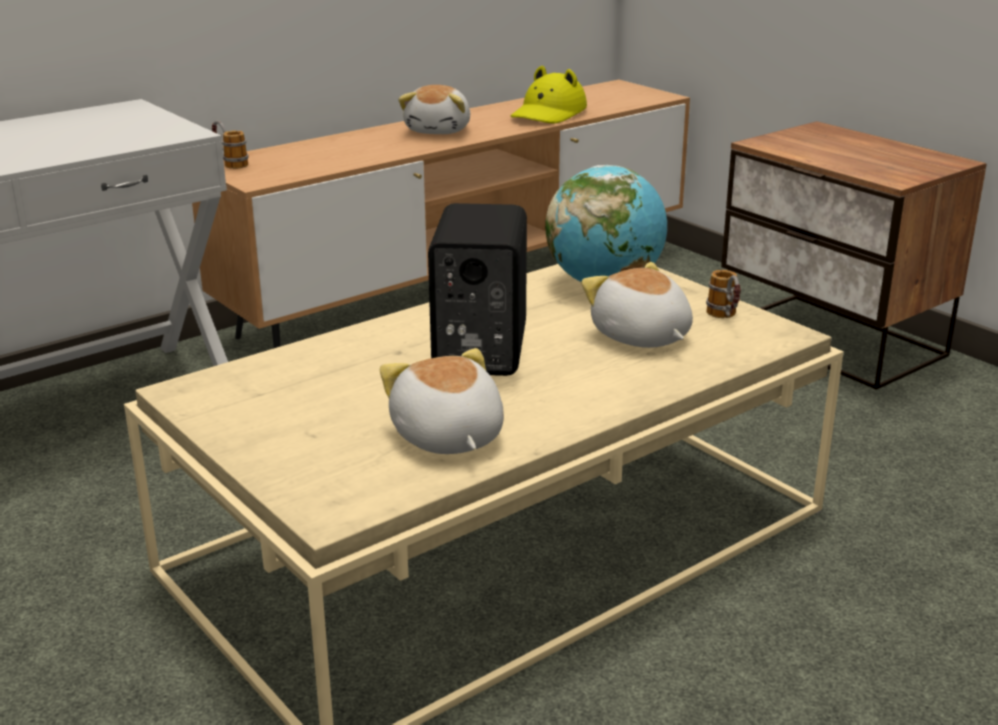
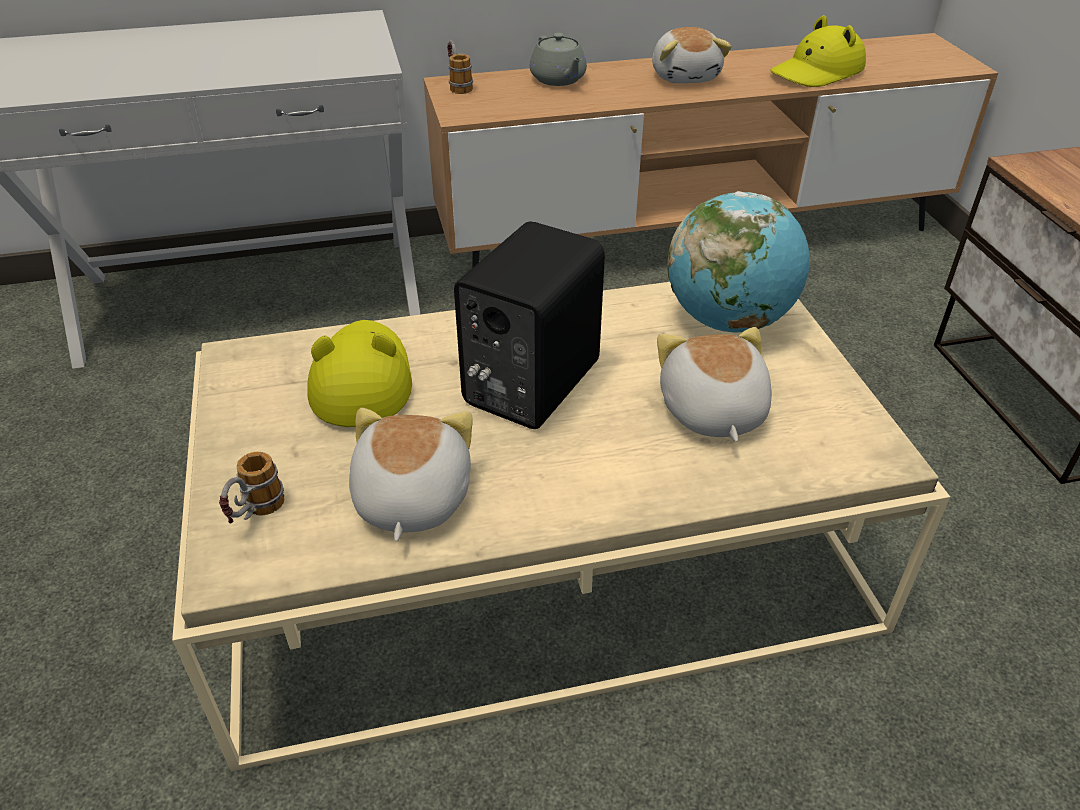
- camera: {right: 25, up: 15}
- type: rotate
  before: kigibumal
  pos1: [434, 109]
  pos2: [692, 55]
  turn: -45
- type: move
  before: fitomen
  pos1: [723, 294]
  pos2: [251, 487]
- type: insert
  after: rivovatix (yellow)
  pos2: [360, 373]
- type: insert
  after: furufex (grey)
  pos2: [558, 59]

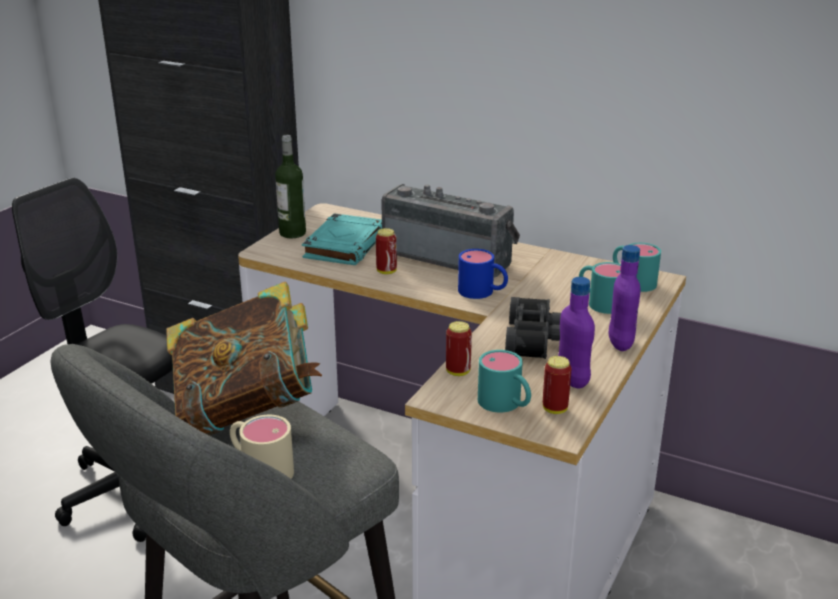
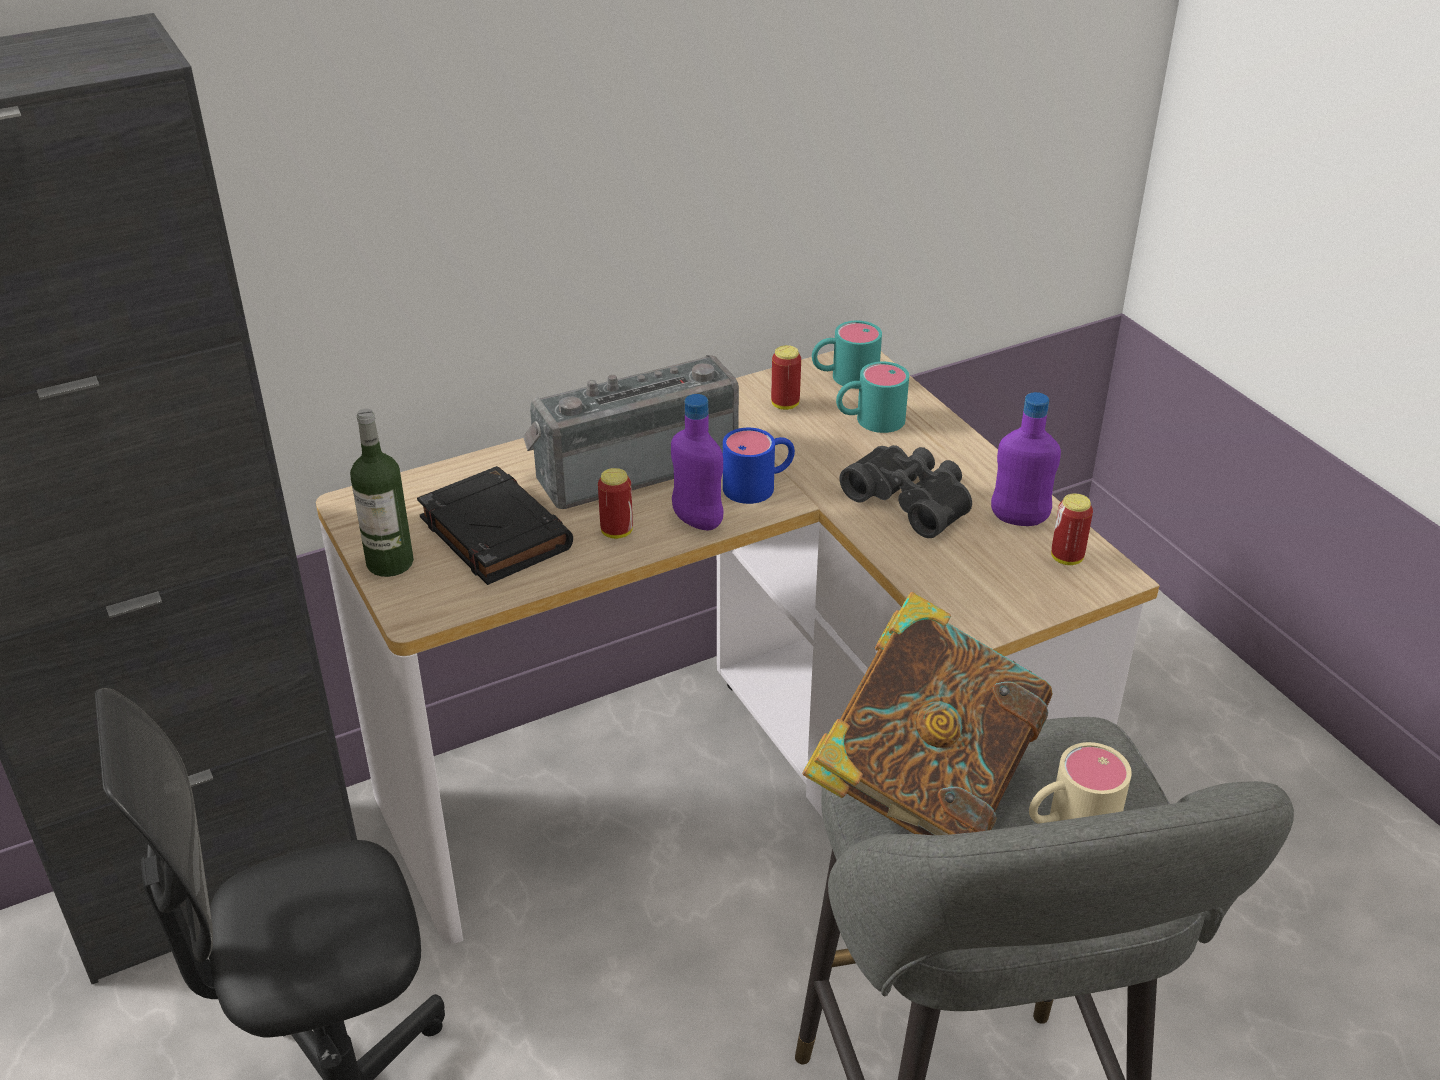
- camera: {right: -55, up: 10}
- type: recolor
  before: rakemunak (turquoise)
  after: rakemunak (black)
  pos1: [342, 239]
  pos2: [495, 525]
- type: move
  before: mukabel
  pos1: [459, 348]
  pos2: [786, 377]
- type: delete
  before: fitomen (turquoise)
  pos1: [504, 381]
- type: move
  before: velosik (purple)
  pos1: [625, 298]
  pos2: [697, 462]

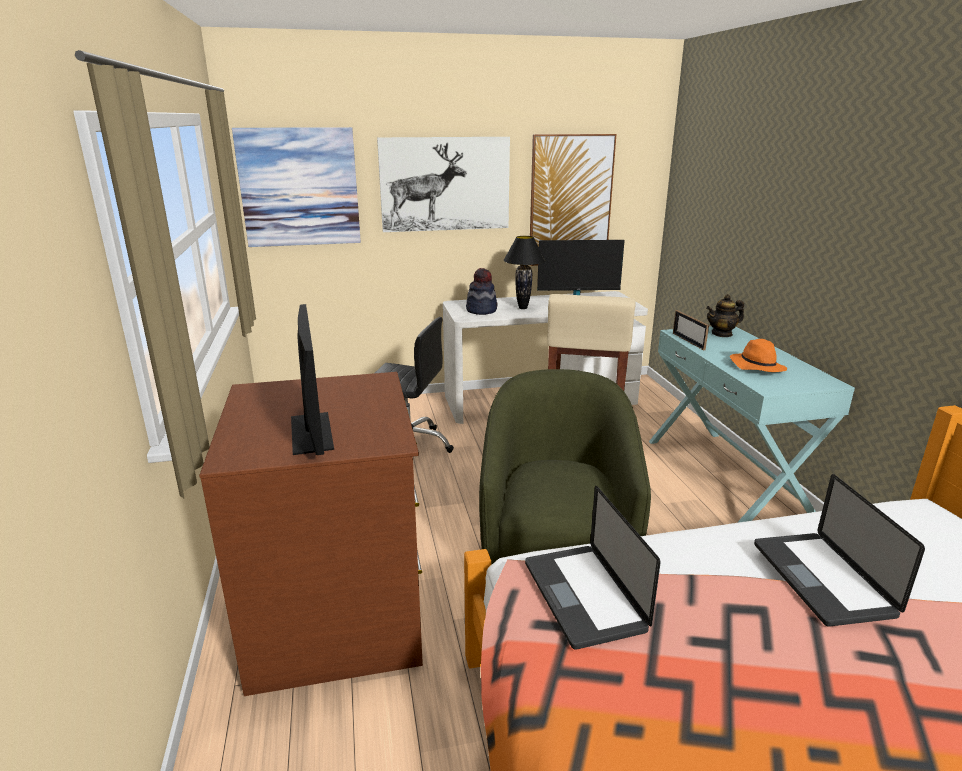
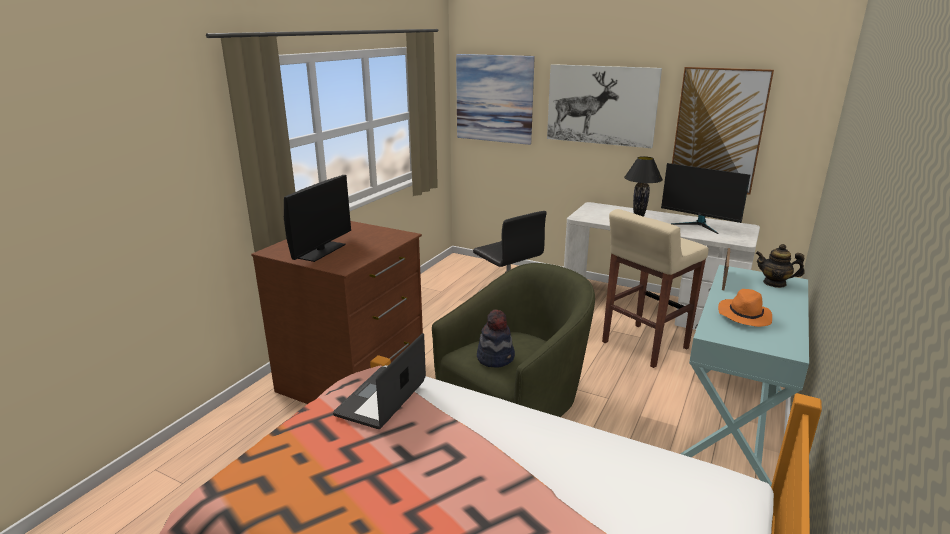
- camera: {right: 40, up: 0}
- type: move
  before: rivovatix
  pos1: [481, 291]
  pos2: [496, 339]
- type: delete
  before: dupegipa
  pos1: [839, 550]

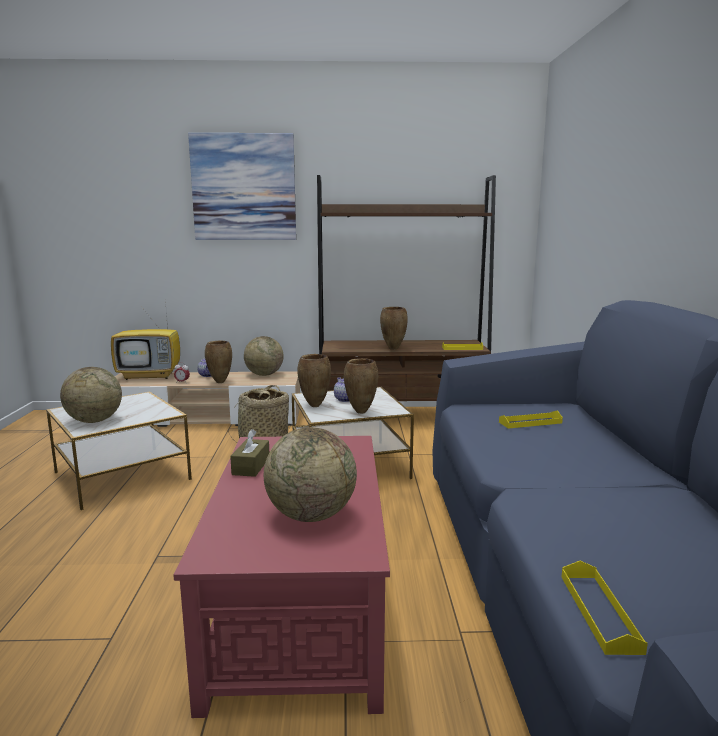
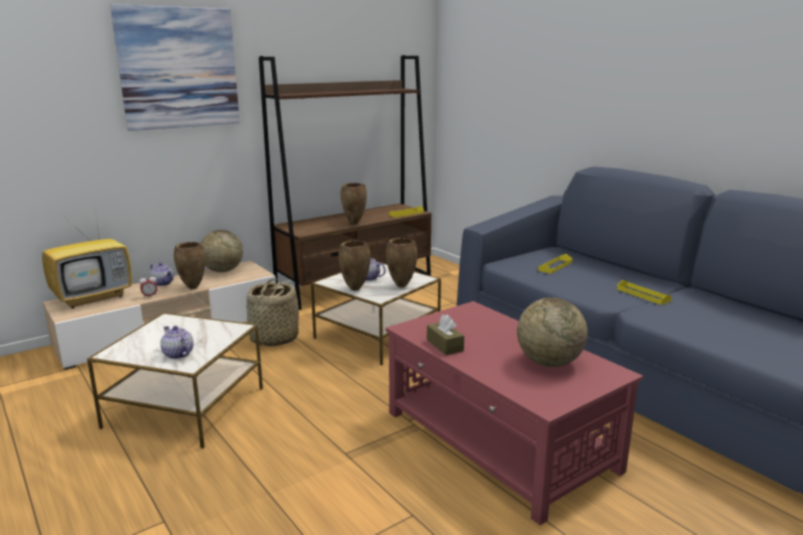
- camera: {right: -35, up: 5}
- type: replace
  before: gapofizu
  after: furufex
  pos1: [91, 395]
  pos2: [177, 342]
- type: move
  before: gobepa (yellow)
  pos1: [604, 608]
  pos2: [644, 292]

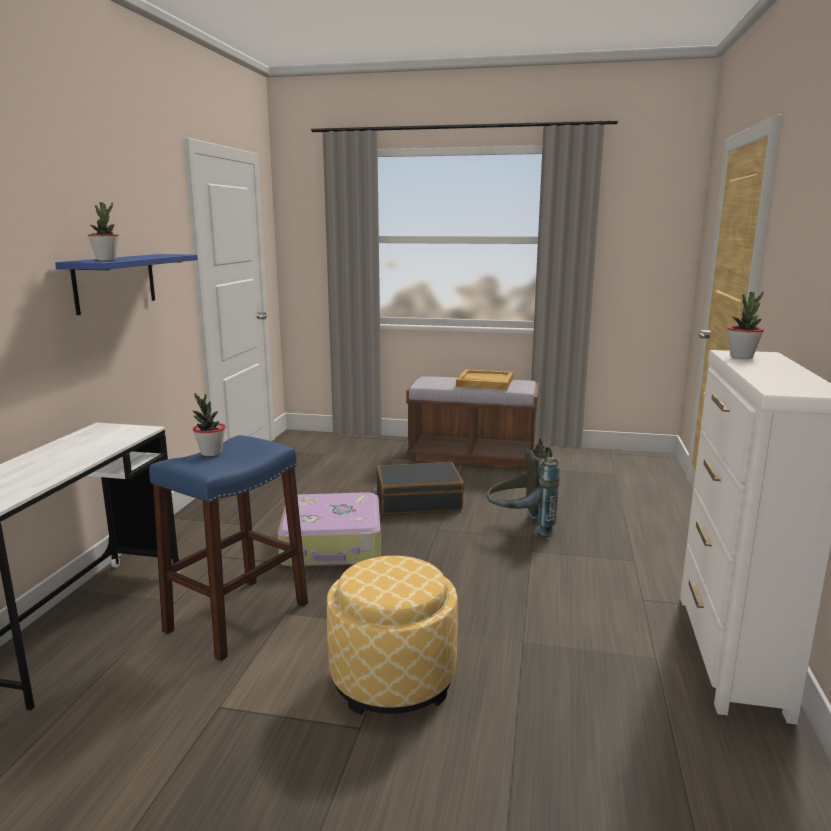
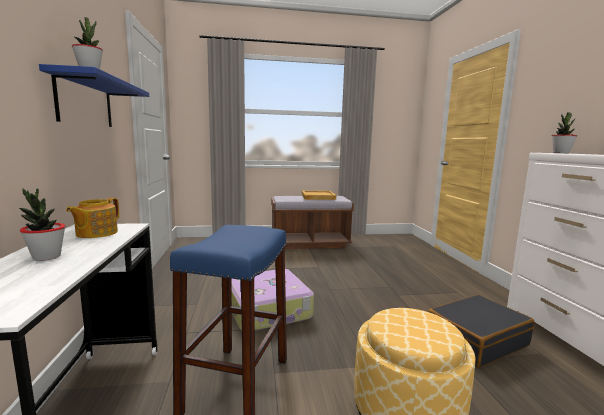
- camera: {right: -20, up: -5}
- type: move
  before: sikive
  pos1: [209, 424]
  pos2: [42, 224]
- type: move
  before: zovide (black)
  pos1: [420, 488]
  pos2: [481, 331]
- type: delete
  before: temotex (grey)
  pos1: [523, 487]
- type: insert
  after: furufex
  pos2: [92, 218]

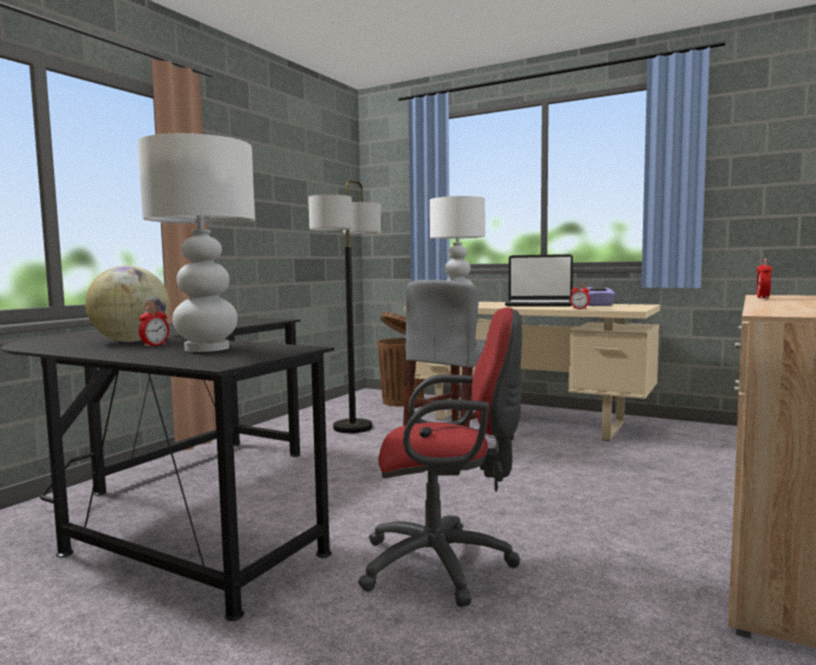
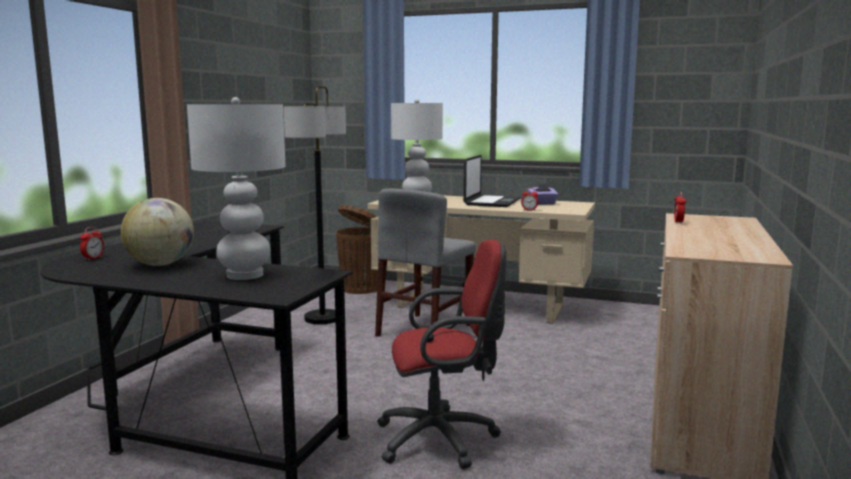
- camera: {right: -10, up: 5}
- type: move
  before: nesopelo
  pos1: [154, 326]
  pos2: [92, 244]
- type: rotate
  before: dupegipa
  pos1: [539, 280]
  pos2: [491, 181]
  turn: -75

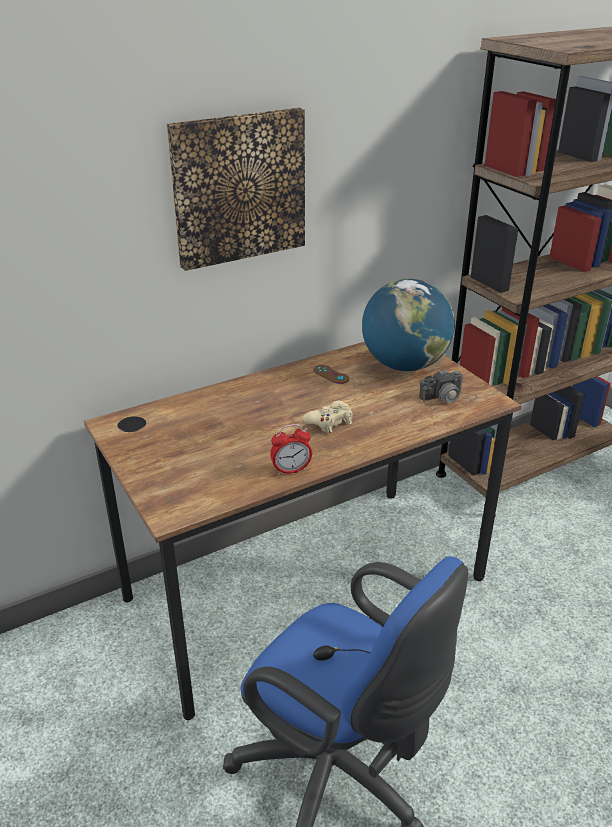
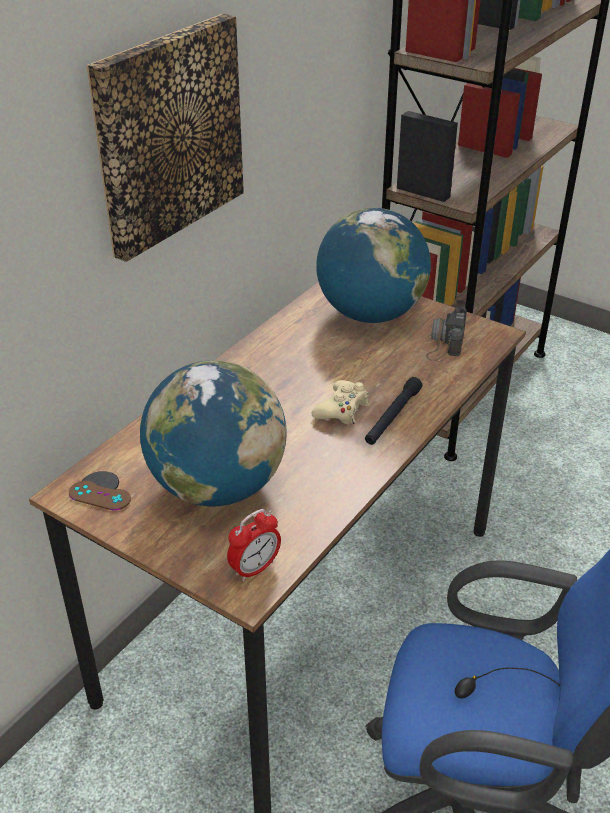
- camera: {right: -25, up: 5}
- type: move
  before: nesopelo
  pos1: [291, 449]
  pos2: [254, 545]
- type: move
  before: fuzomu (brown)
  pos1: [331, 374]
  pos2: [100, 496]
- type: rotate
  before: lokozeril
  pos1: [448, 387]
  pos2: [446, 334]
  turn: 150
- type: insert
  after: gapofizu
  pos2: [213, 433]
- type: insert
  after: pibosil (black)
  pos2: [393, 411]

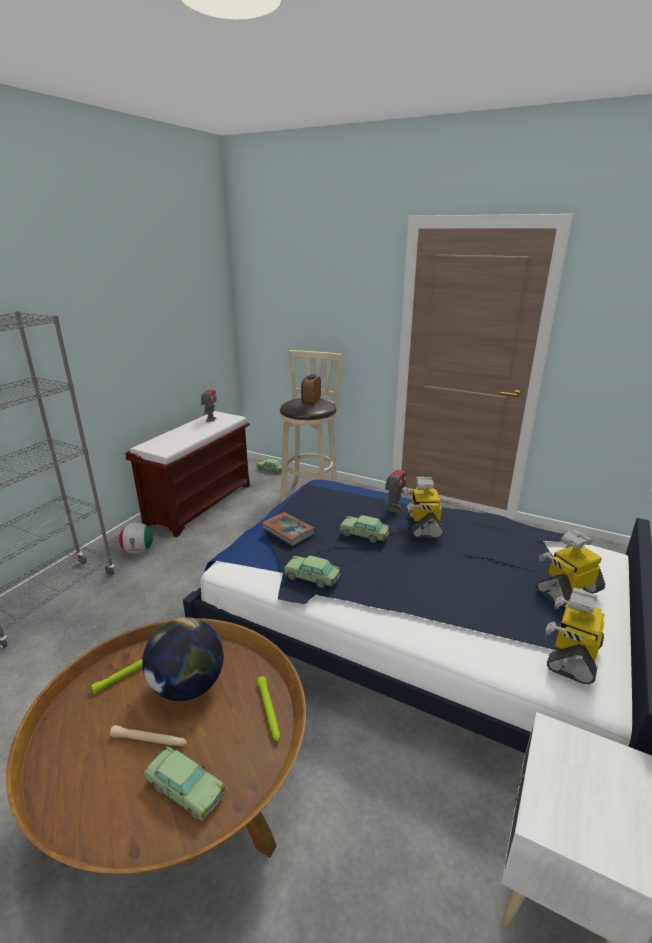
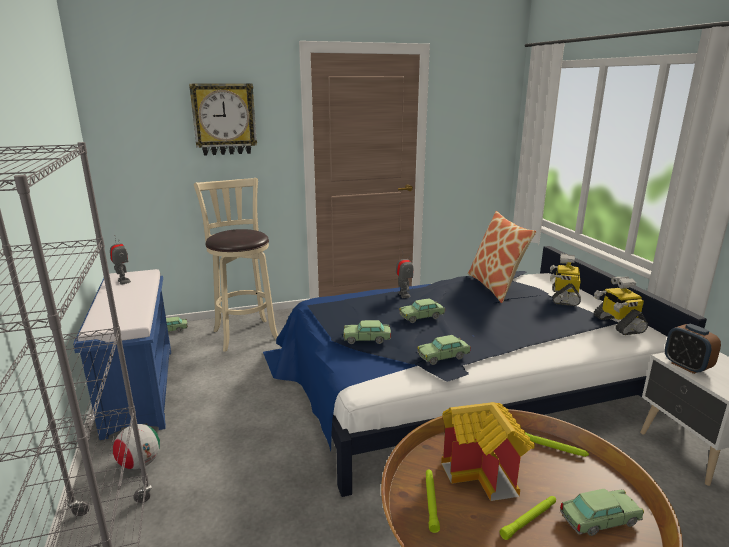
- camera: {right: -45, up: -5}
- type: recolor
  before: pibosil (beige)
  after: pibosil (green)
  pos1: [148, 735]
  pos2: [528, 518]
- type: recolor
  before: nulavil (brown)
  after: nulavil (blue)
  pos1: [187, 474]
  pos2: [122, 354]
- type: replace
  before: gapofizu
  after: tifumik
  pos1: [183, 659]
  pos2: [488, 451]
- type: replace
  before: rakemunak
  after: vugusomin
  pos1: [289, 529]
  pos2: [367, 332]
- type: move
  before: nesopelo
  pos1: [311, 390]
  pos2: [693, 349]
- type: delete
  before: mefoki
  pos1: [424, 507]
- type: insert
  after: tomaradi
  pos2: [223, 119]
- type: insert
  after: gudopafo
  pos2: [502, 257]

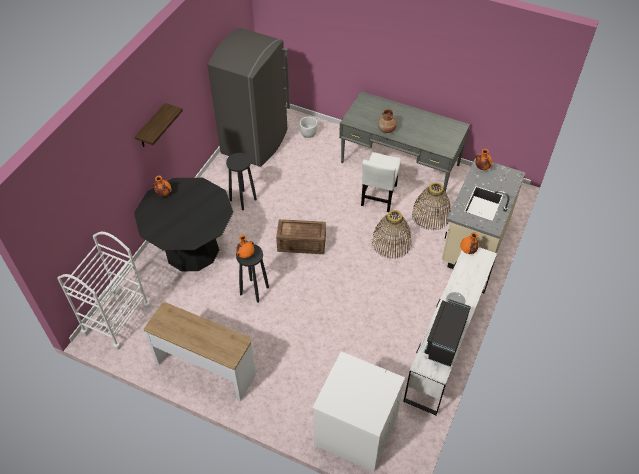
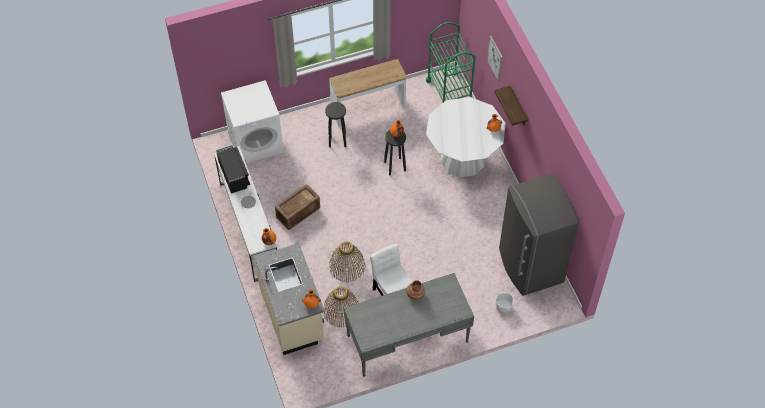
- camera: {right: 135, up: 5}
- type: recolor
  before: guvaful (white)
  after: guvaful (green)
  pos1: [104, 291]
  pos2: [451, 62]
- type: recolor
  before: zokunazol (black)
  after: zokunazol (white)
  pos1: [183, 224]
  pos2: [466, 137]
- type: move
  before: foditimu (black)
  pos1: [241, 181]
  pos2: [336, 125]
- type: move
  before: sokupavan
  pos1: [301, 236]
  pos2: [297, 207]
- type: insert
  after: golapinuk
  pos2: [495, 58]

